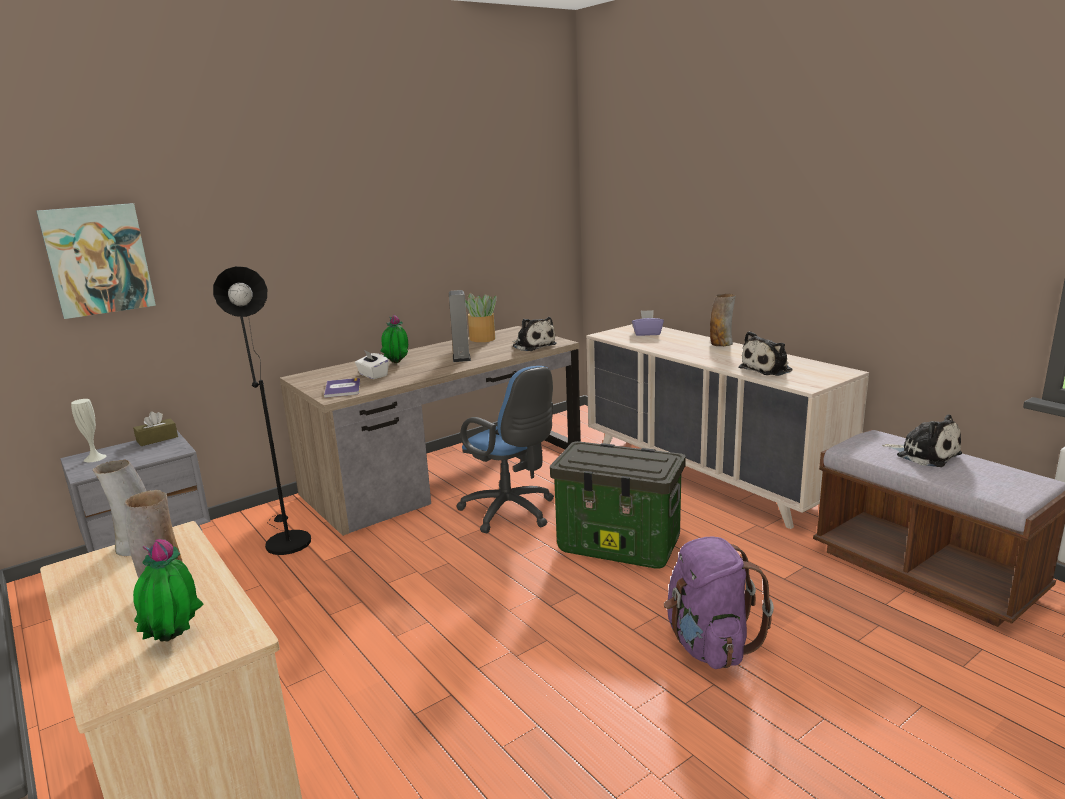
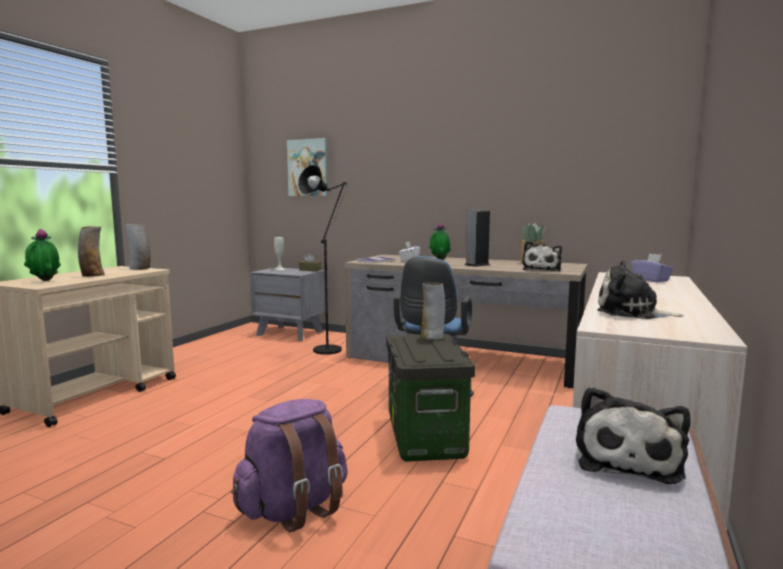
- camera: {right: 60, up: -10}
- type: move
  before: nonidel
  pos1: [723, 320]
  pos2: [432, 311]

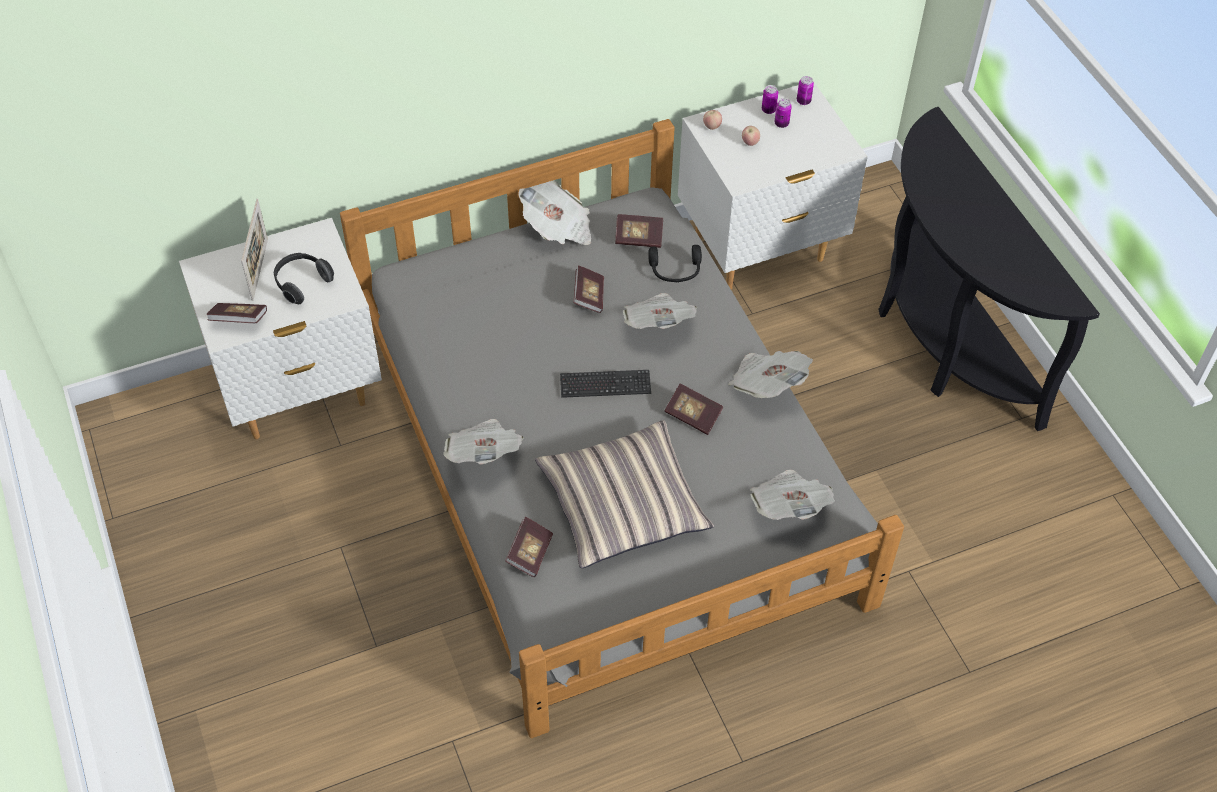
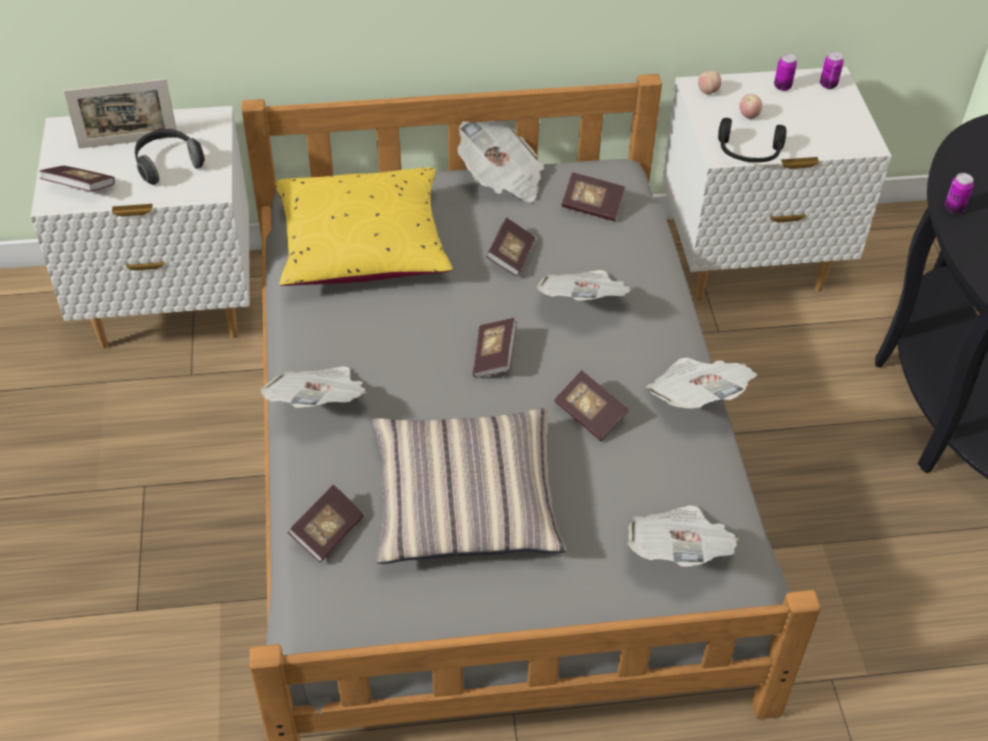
- camera: {right: 15, up: -5}
- type: rotate
  before: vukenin
  pos1: [254, 250]
  pos2: [120, 114]
  turn: 60
- type: replace
  before: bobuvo
  after: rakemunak
  pos1: [605, 384]
  pos2: [494, 348]
- type: move
  before: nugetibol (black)
  pos1: [675, 263]
  pos2: [752, 140]
- type: move
  before: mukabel
  pos1: [783, 113]
  pos2: [959, 193]
- type: insert
  after: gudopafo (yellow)
  pos2: [363, 226]

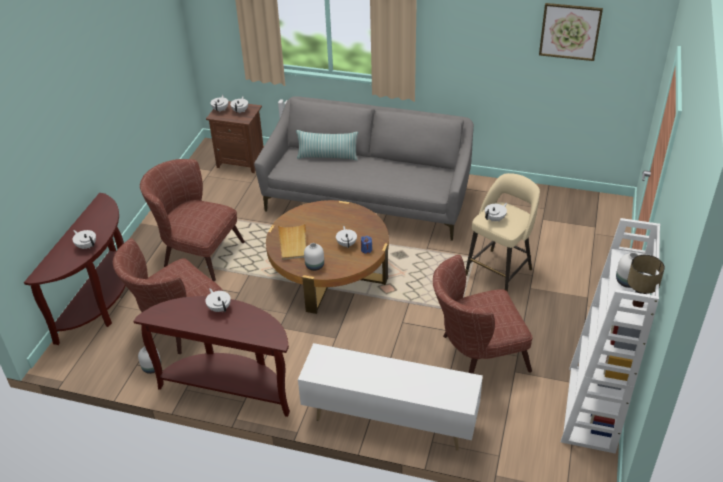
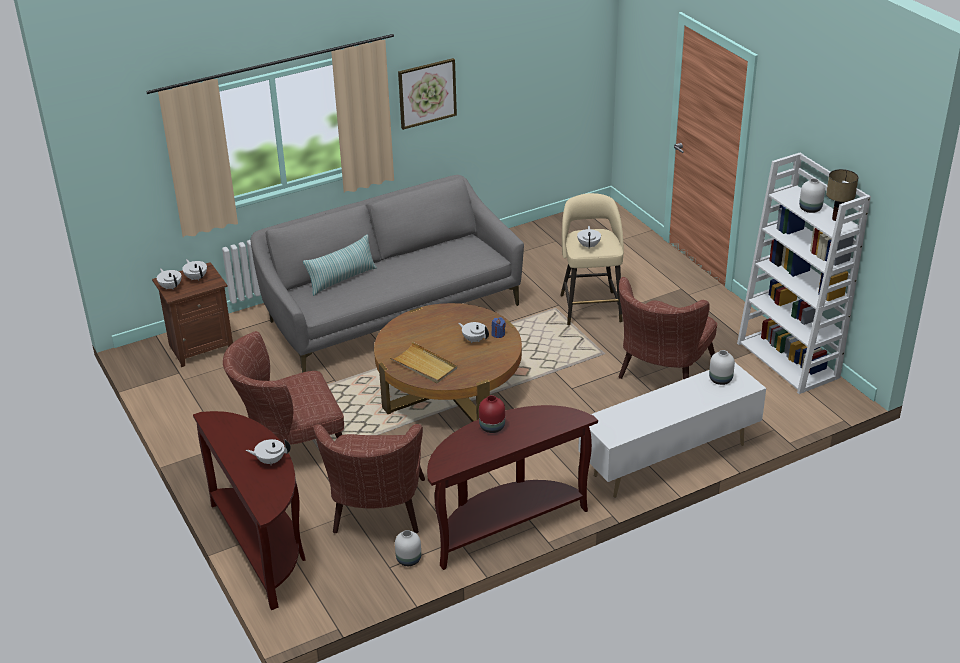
- camera: {right: -45, up: -5}
- type: replace
  before: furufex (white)
  after: nonidel (red)
  pos1: [218, 300]
  pos2: [492, 414]
- type: move
  before: nonidel (white)
  pos1: [314, 257]
  pos2: [722, 367]
- type: move
  before: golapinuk
  pos1: [571, 32]
  pos2: [427, 94]

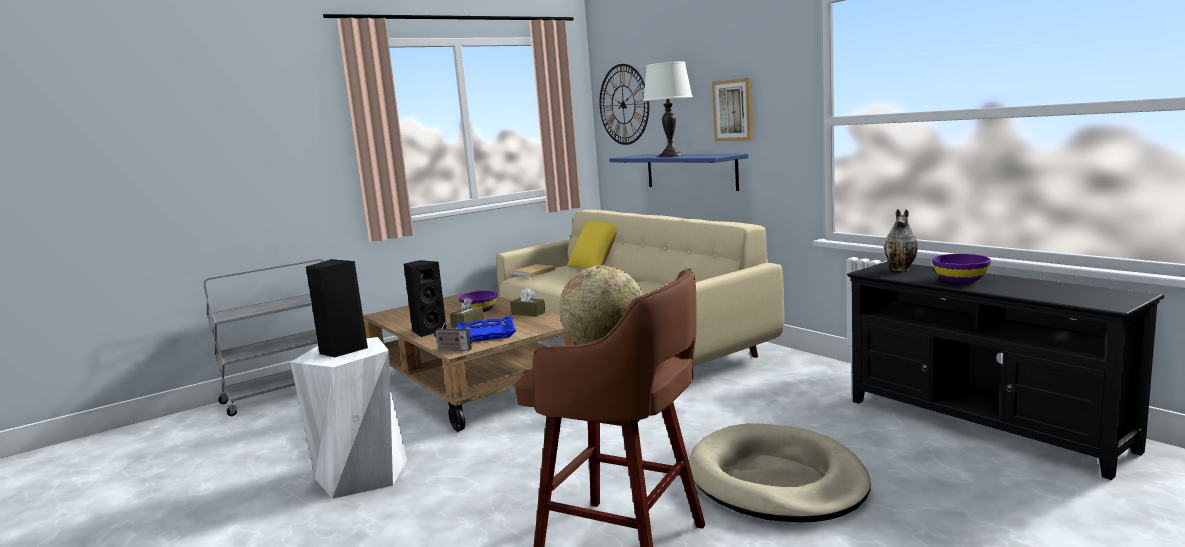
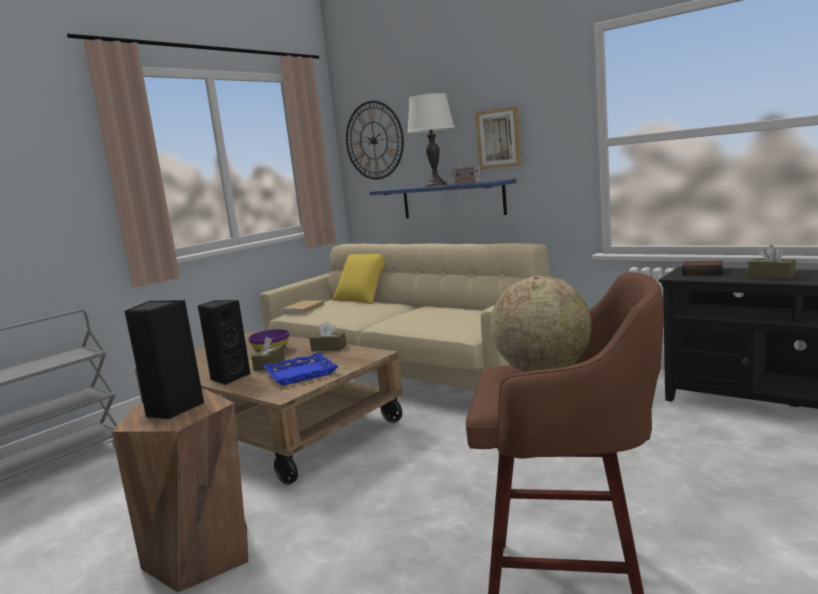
- camera: {right: -15, up: 0}
- type: recolor
  before: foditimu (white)
  after: foditimu (brown)
  pos1: [348, 418]
  pos2: [180, 491]
- type: move
  before: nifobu
  pos1: [453, 335]
  pos2: [466, 172]
- type: delete
  before: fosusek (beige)
  pos1: [780, 473]
- type: replace
  before: nonidel
  after: rakemunak
  pos1: [900, 240]
  pos2: [702, 267]
- type: replace
  before: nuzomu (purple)
  after: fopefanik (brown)
  pos1: [961, 268]
  pos2: [772, 262]

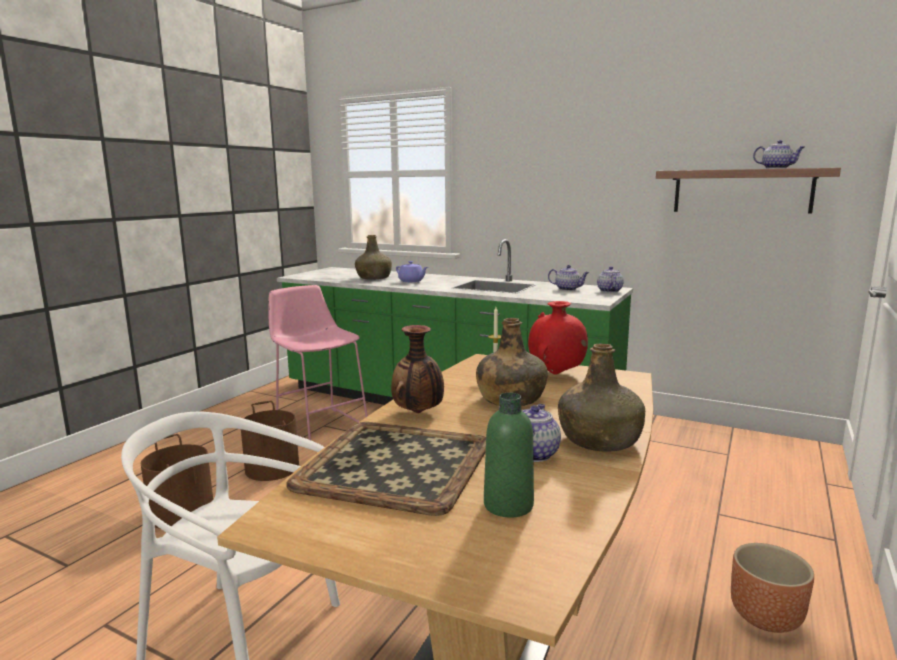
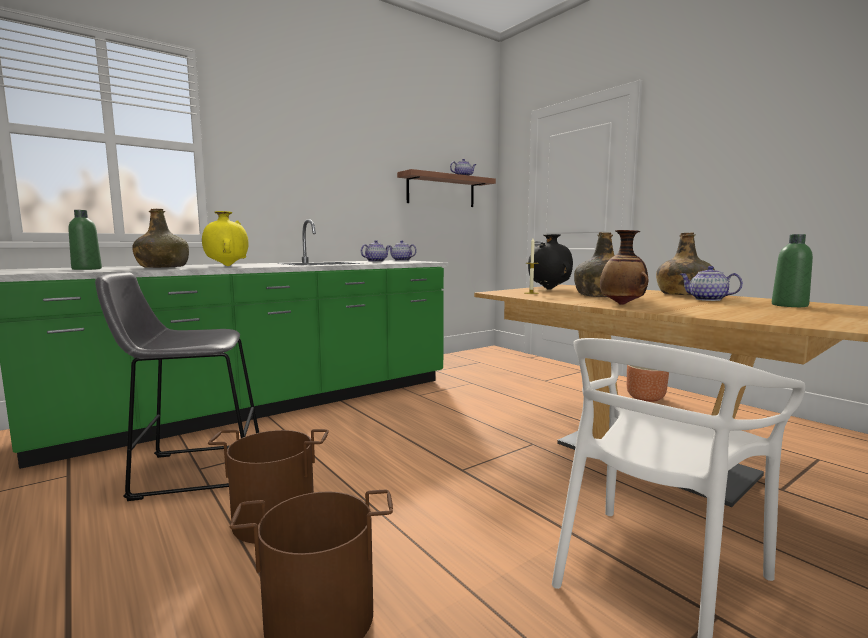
- camera: {right: -65, up: -5}
- type: recolor
  before: foditimu (pink)
  after: foditimu (grey)
  pos1: [318, 362]
  pos2: [177, 386]
- type: delete
  before: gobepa
  pos1: [386, 469]
- type: replace
  before: furufex (purple)
  after: nonidel (yellow)
  pos1: [412, 271]
  pos2: [225, 238]
- type: recolor
  before: nonidel (red)
  after: nonidel (black)
  pos1: [558, 338]
  pos2: [550, 262]
- type: insert
  after: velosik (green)
  pos2: [85, 240]

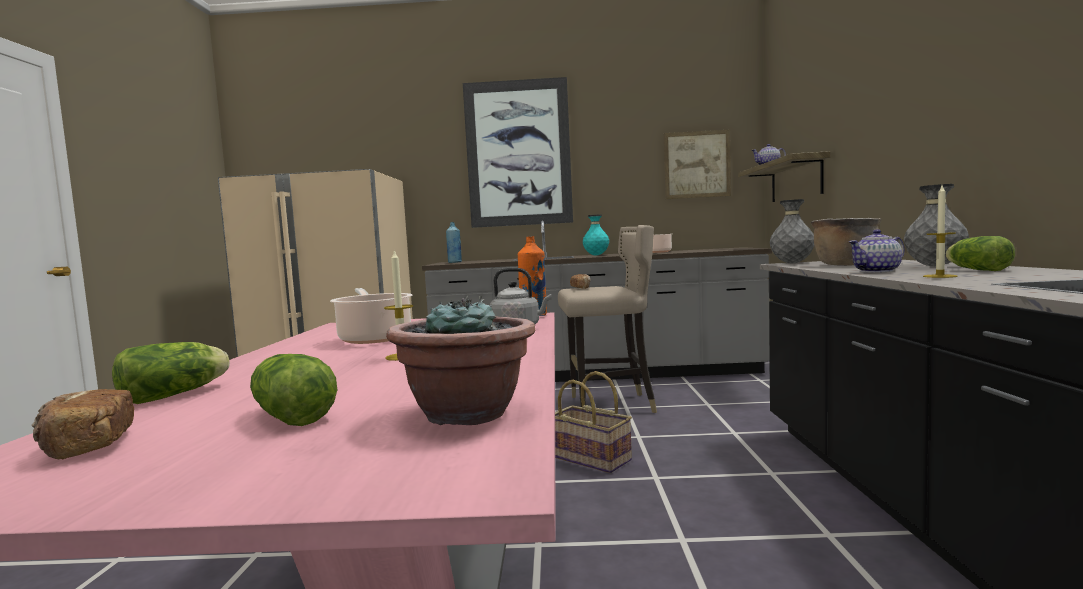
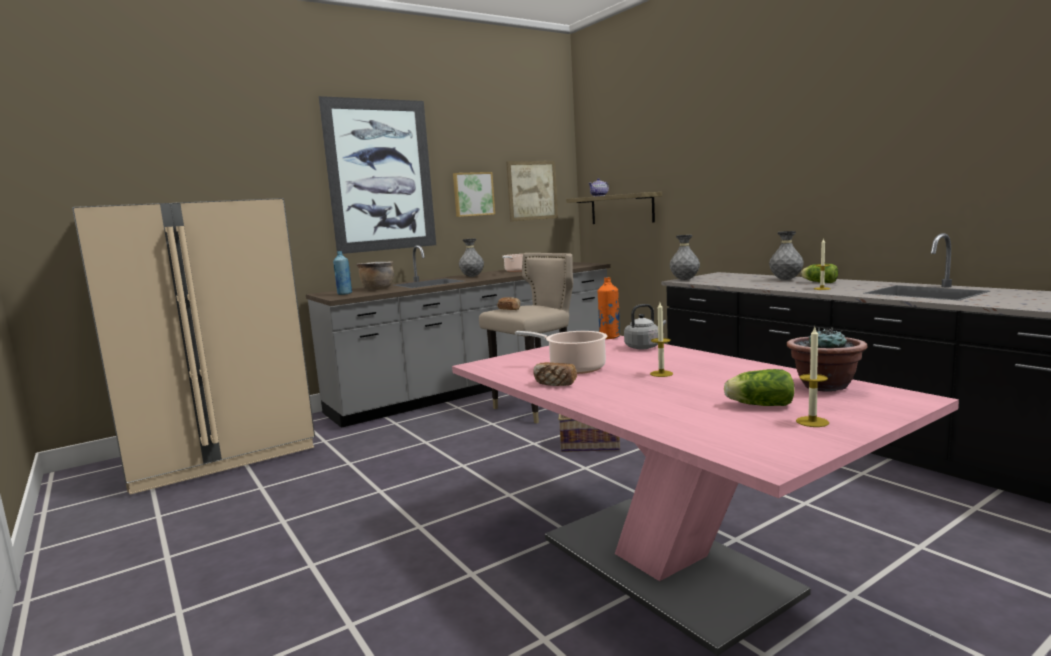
- camera: {right: -35, up: 5}
- type: move
  before: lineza
  pos1: [82, 424]
  pos2: [555, 374]
- type: delete
  before: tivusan
  pos1: [171, 373]
- type: recolor
  before: nonidel (turquoise)
  after: nonidel (grey)
  pos1: [596, 235]
  pos2: [471, 258]
- type: move
  before: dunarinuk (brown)
  pos1: [846, 242]
  pos2: [375, 275]
- type: delete
  before: furufex
  pos1: [877, 251]
- type: insert
  after: golapinuk
  pos2: [474, 194]
- type: insert
  after: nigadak
  pos2: [812, 377]

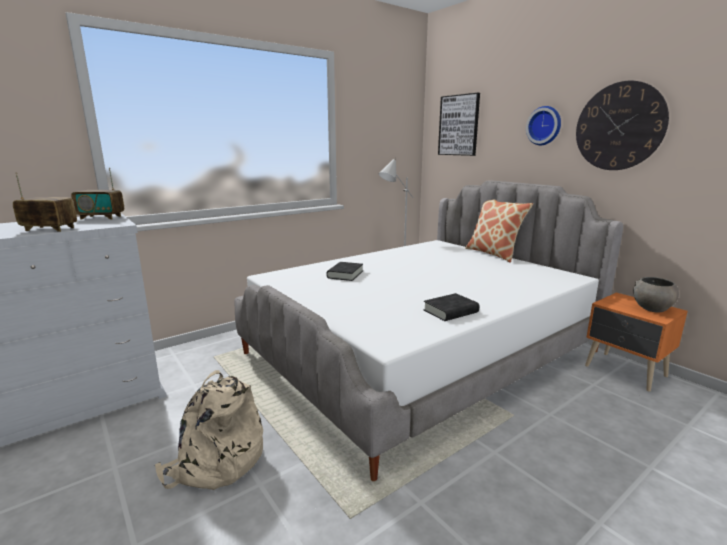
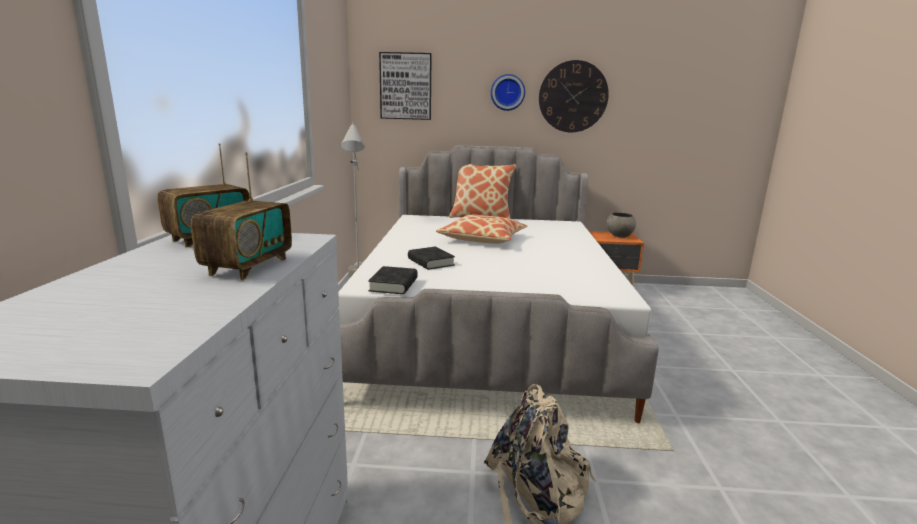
- camera: {right: -50, up: 0}
- type: rotate
  before: nifobu
  pos1: [45, 202]
  pos2: [241, 216]
  turn: 150
- type: move
  before: rakemunak (black)
  pos1: [451, 307]
  pos2: [393, 280]
- type: insert
  after: gudopafo
  pos2: [481, 229]

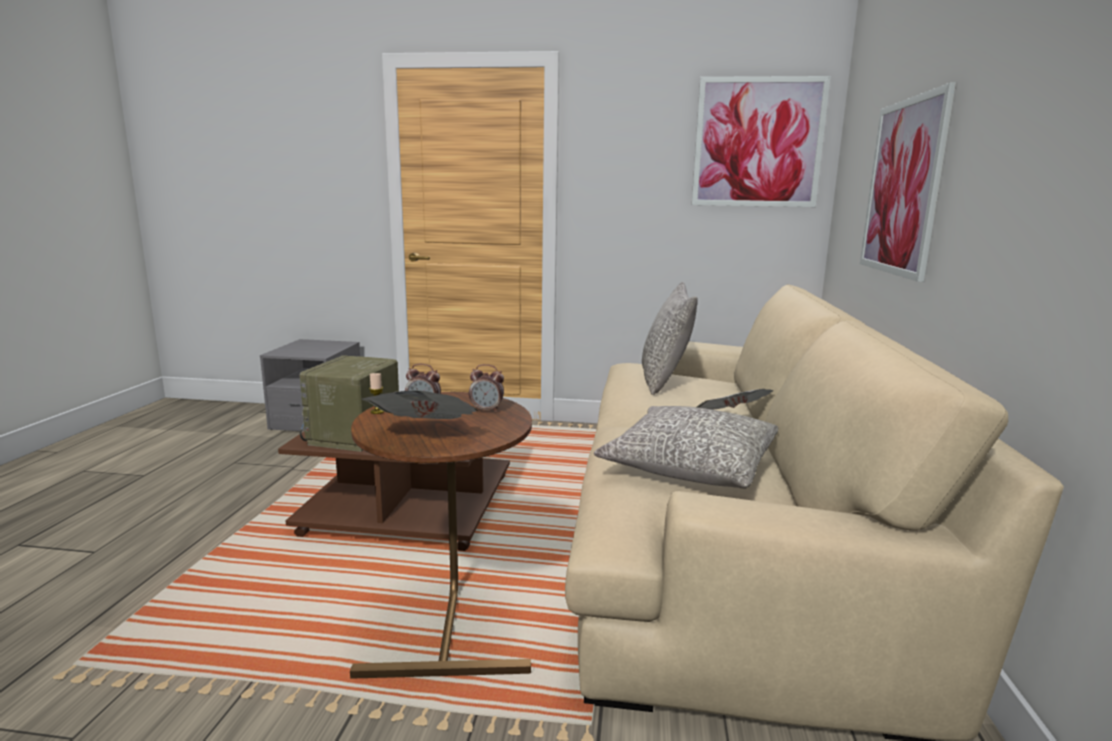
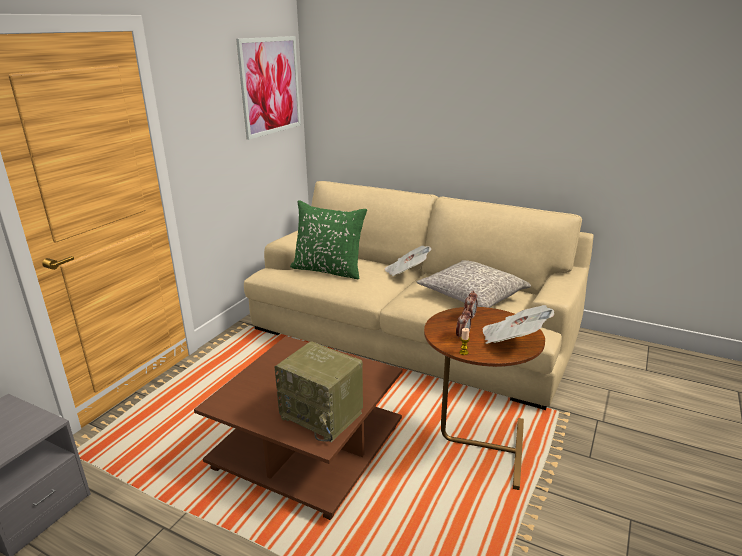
- camera: {right: -70, up: 10}
- type: recolor
  before: gudopafo (grey)
  after: gudopafo (green)
  pos1: [670, 338]
  pos2: [328, 239]
- type: delete
  before: golapinuk
  pos1: [908, 182]

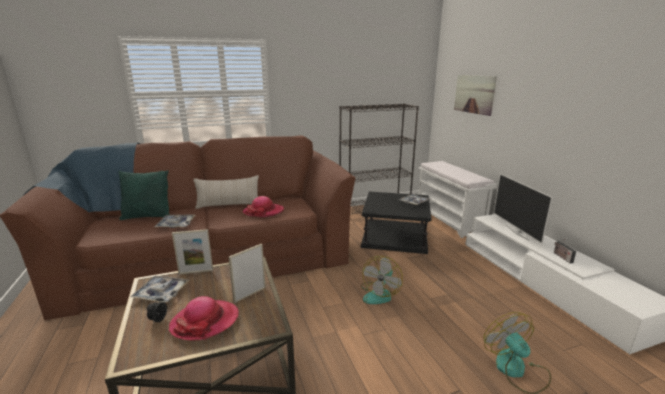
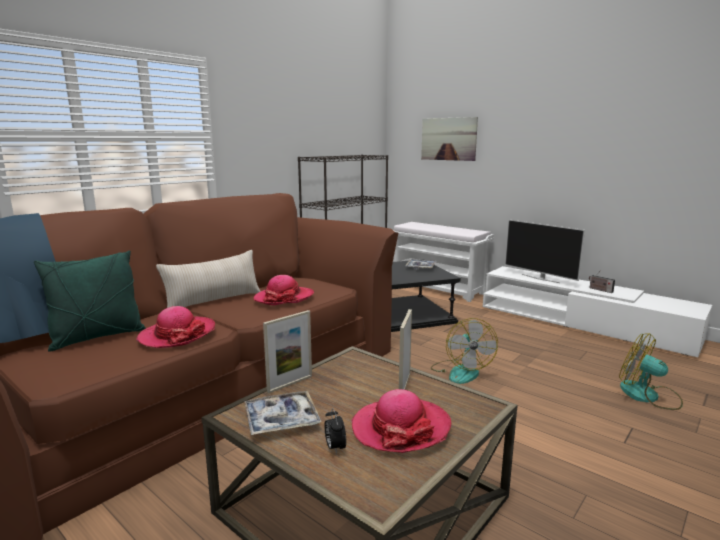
- camera: {right: -30, up: -5}
- type: replace
  before: gobepa
  after: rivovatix
  pos1: [175, 221]
  pos2: [175, 327]

